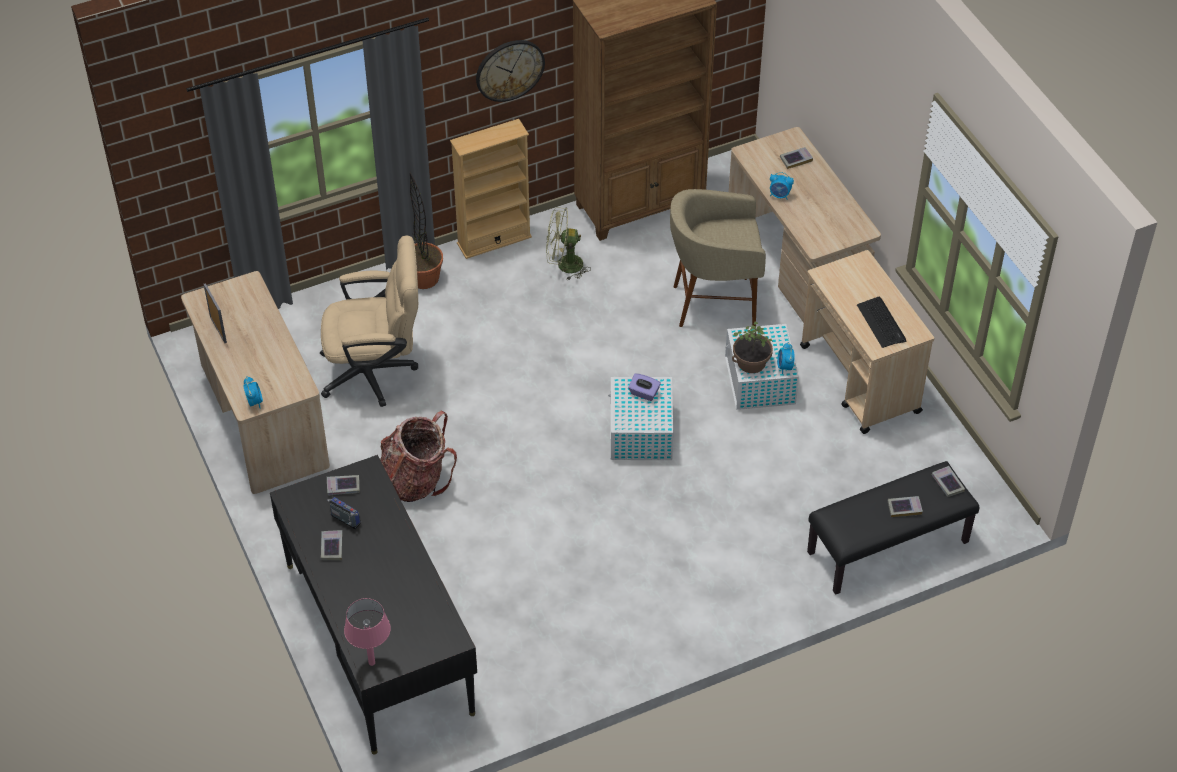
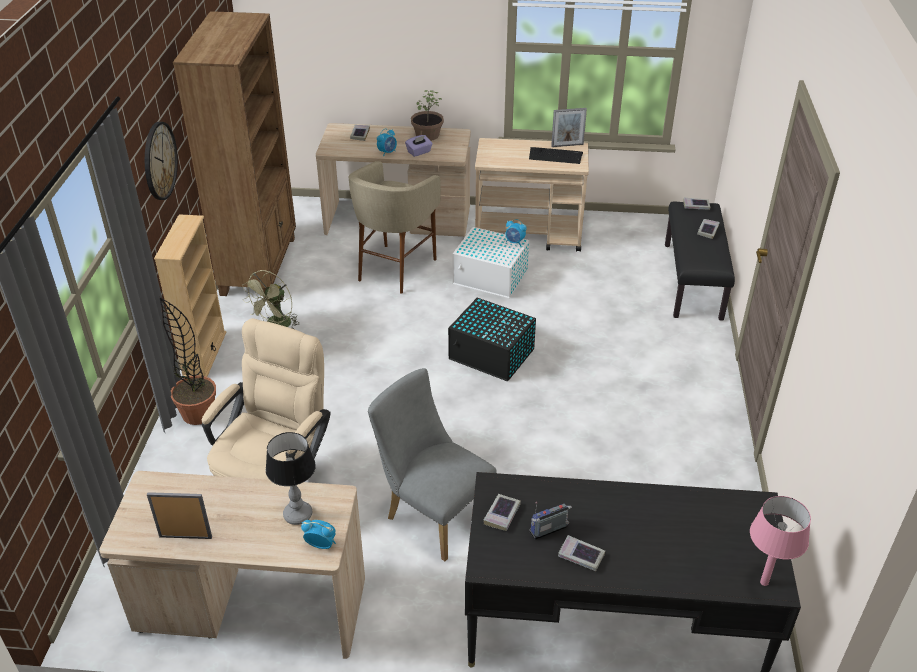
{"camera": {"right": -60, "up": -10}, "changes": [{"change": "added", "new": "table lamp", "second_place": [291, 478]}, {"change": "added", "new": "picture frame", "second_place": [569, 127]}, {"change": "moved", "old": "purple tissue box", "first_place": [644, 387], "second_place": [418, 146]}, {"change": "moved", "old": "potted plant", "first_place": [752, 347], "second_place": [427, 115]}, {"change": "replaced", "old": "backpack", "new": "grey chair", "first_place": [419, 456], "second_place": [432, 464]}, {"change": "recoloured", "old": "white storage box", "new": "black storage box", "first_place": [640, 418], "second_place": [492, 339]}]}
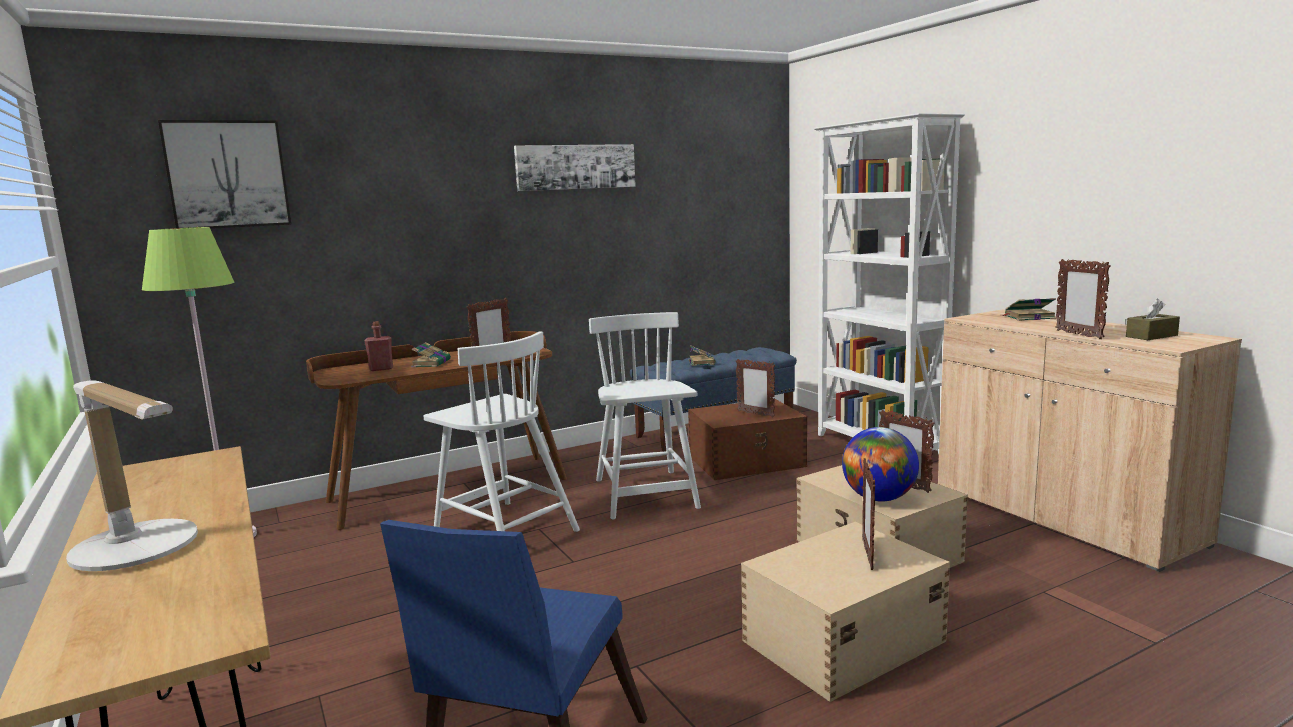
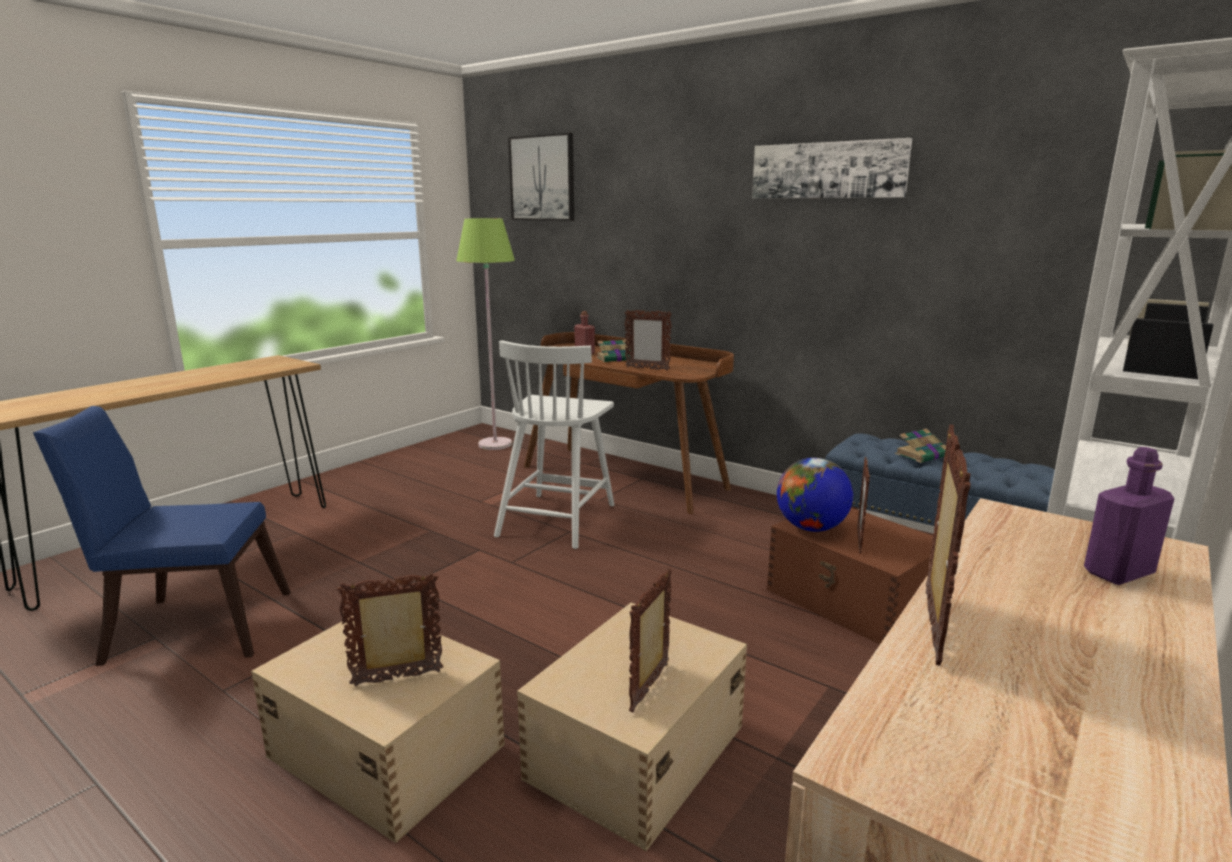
{"camera": {"right": 65, "up": 5}, "changes": [{"change": "removed", "old": "table lamp", "first_place": [132, 475]}, {"change": "removed", "old": "white chair", "first_place": [645, 415]}, {"change": "removed", "old": "brown tissue box", "first_place": [1153, 319]}, {"change": "moved", "old": "globe", "first_place": [880, 464], "second_place": [815, 495]}, {"change": "replaced", "old": "book", "new": "purple bottle", "first_place": [1029, 309], "second_place": [1129, 516]}, {"change": "turned", "old": "picture frame", "first_place": [1083, 299], "second_place": [948, 545], "degrees": 150}]}
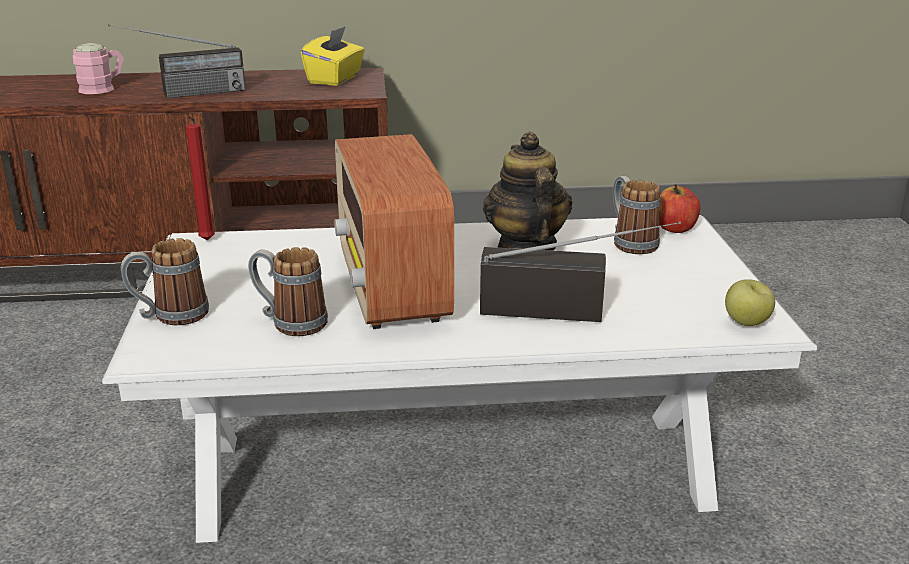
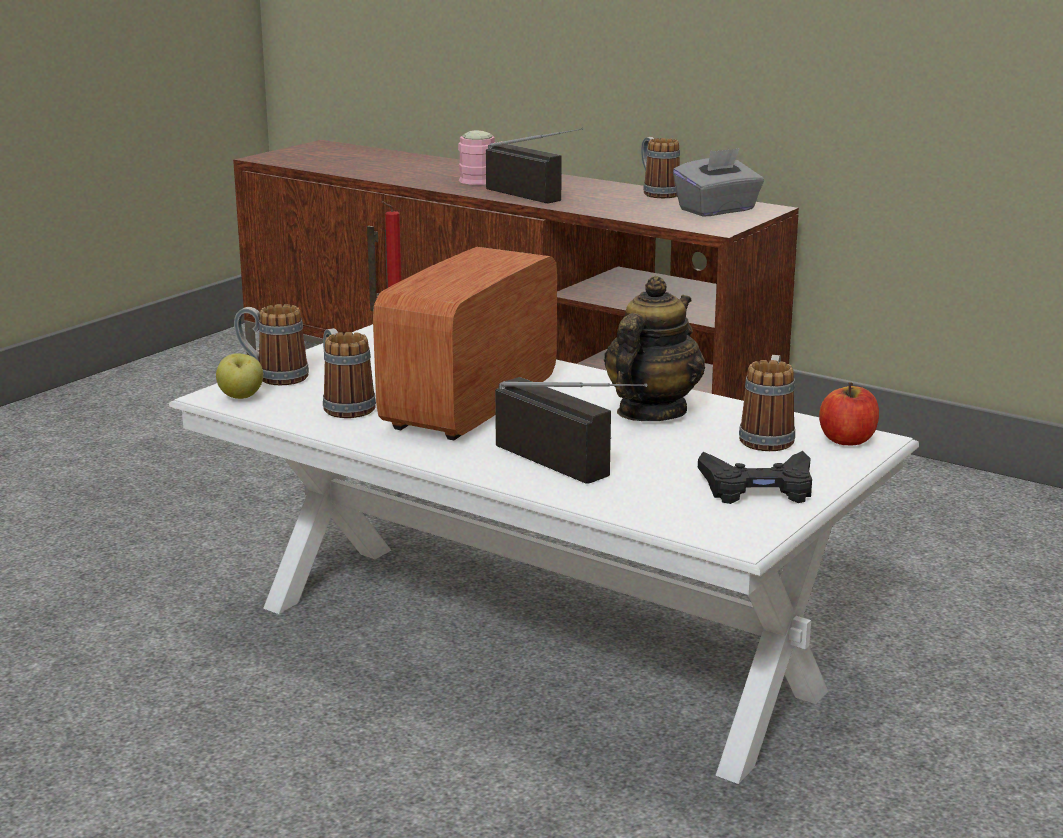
{"camera": {"right": 40, "up": -5}, "changes": [{"change": "added", "new": "mug", "second_place": [660, 167]}, {"change": "added", "new": "black game controller", "second_place": [755, 477]}, {"change": "moved", "old": "apple", "first_place": [750, 302], "second_place": [239, 376]}, {"change": "recoloured", "old": "yellow tissue box", "new": "grey tissue box", "first_place": [333, 56], "second_place": [718, 182]}, {"change": "turned", "old": "radio", "first_place": [177, 61], "second_place": [535, 165], "degrees": -150}]}
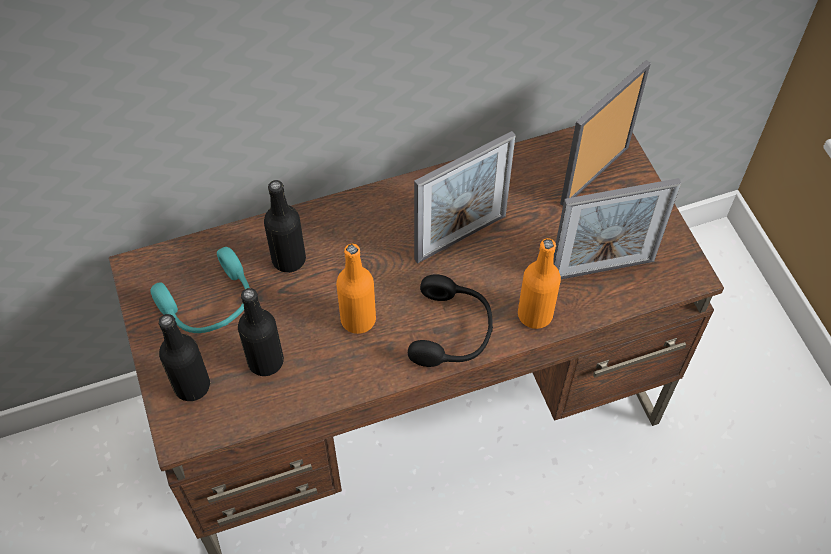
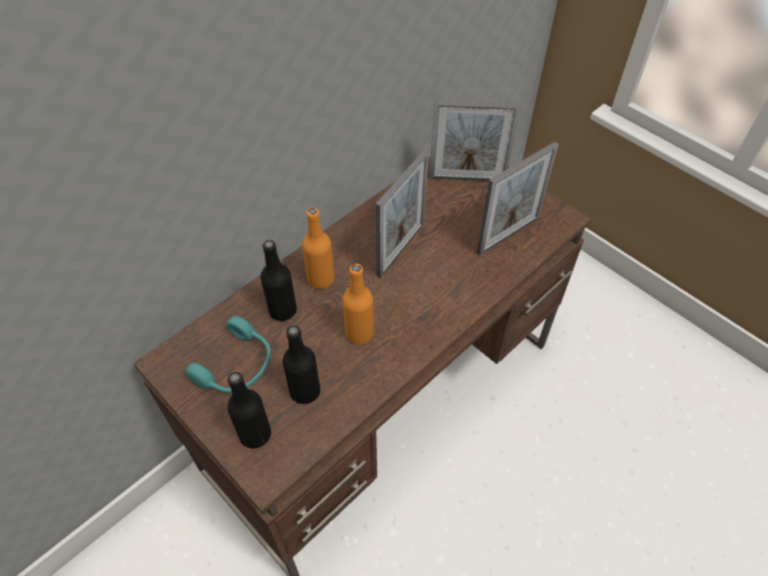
{"camera": {"right": -25, "up": -5}, "changes": [{"change": "removed", "old": "black headphones", "first_place": [450, 320]}, {"change": "moved", "old": "orange bottle", "first_place": [539, 283], "second_place": [318, 248]}, {"change": "turned", "old": "picture frame", "first_place": [605, 133], "second_place": [474, 140], "degrees": -105}]}
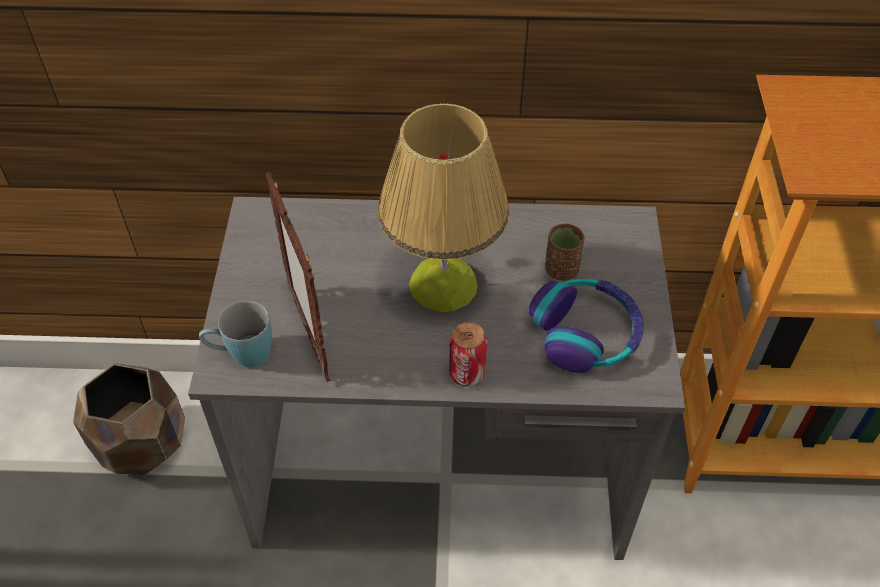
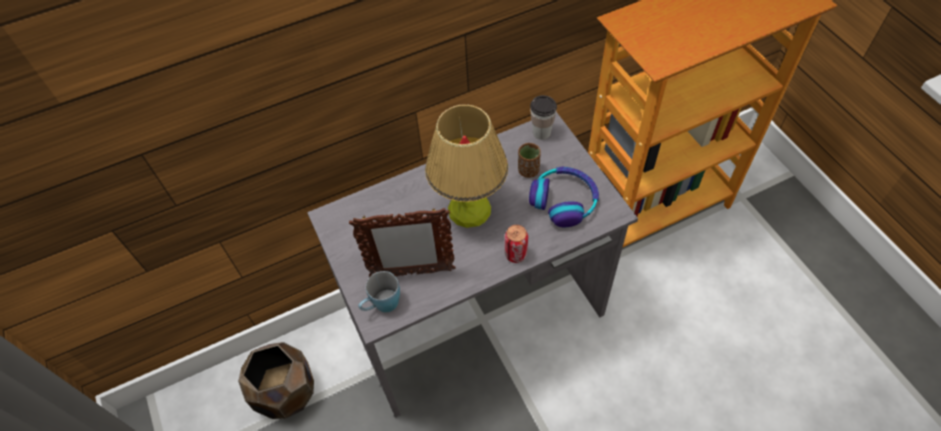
{"camera": {"right": -25, "up": 5}, "changes": [{"change": "added", "new": "cup", "second_place": [543, 117]}, {"change": "turned", "old": "picture frame", "first_place": [298, 277], "second_place": [402, 242], "degrees": -45}]}
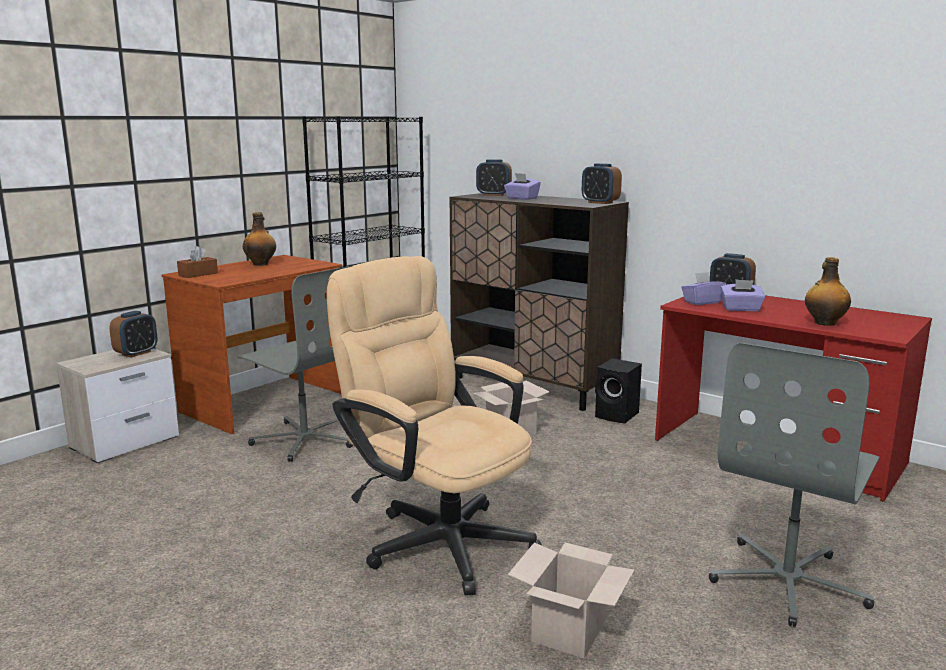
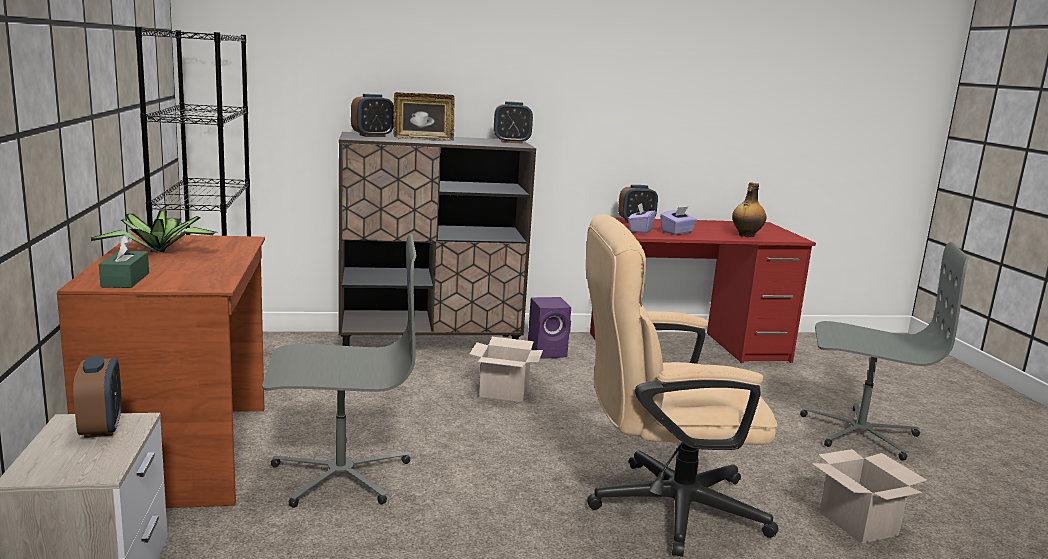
{"camera": {"right": -50, "up": 0}, "changes": [{"change": "replaced", "old": "bottle", "new": "potted plant", "first_place": [259, 239], "second_place": [154, 232]}, {"change": "replaced", "old": "purple tissue box", "new": "picture frame", "first_place": [522, 186], "second_place": [424, 116]}, {"change": "recoloured", "old": "brown tissue box", "new": "green tissue box", "first_place": [197, 262], "second_place": [124, 261]}, {"change": "recoloured", "old": "black speaker", "new": "purple speaker", "first_place": [618, 390], "second_place": [549, 327]}, {"change": "turned", "old": "grey office chair", "first_place": [794, 485], "second_place": [884, 351], "degrees": -60}]}
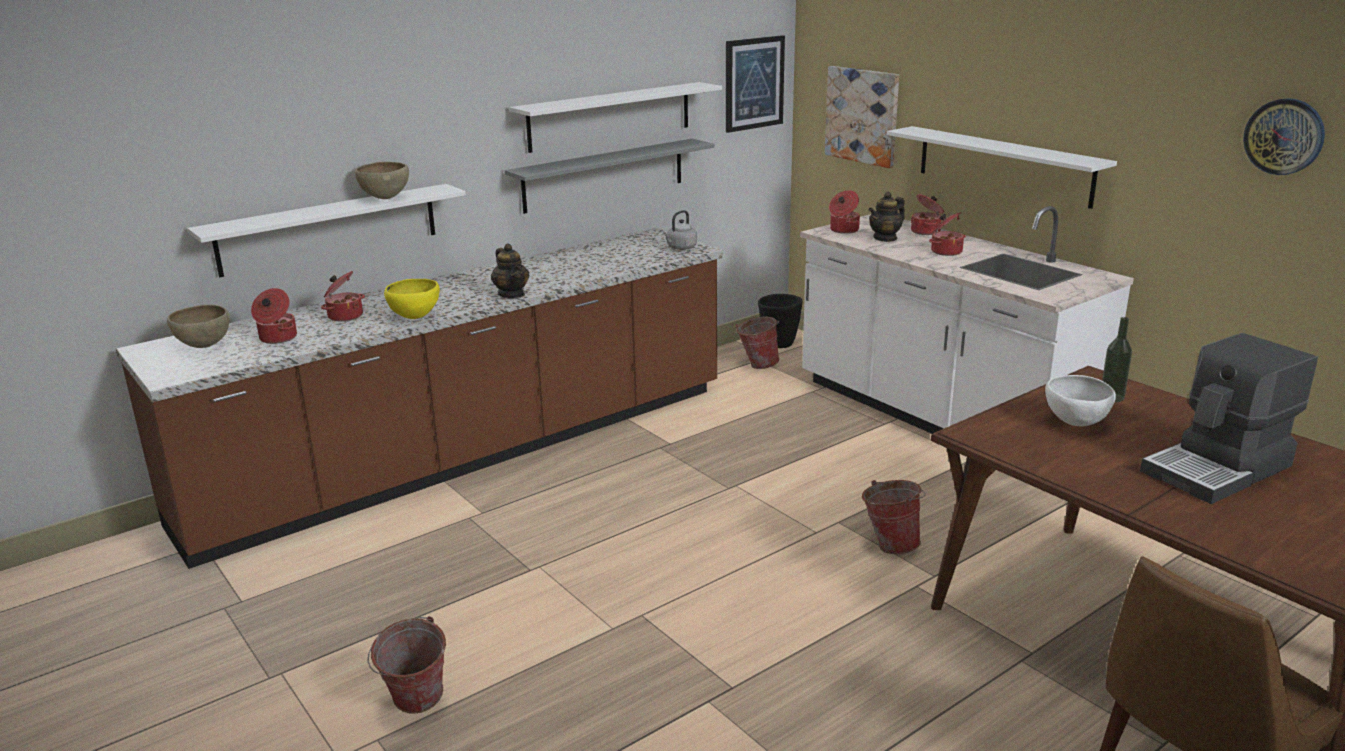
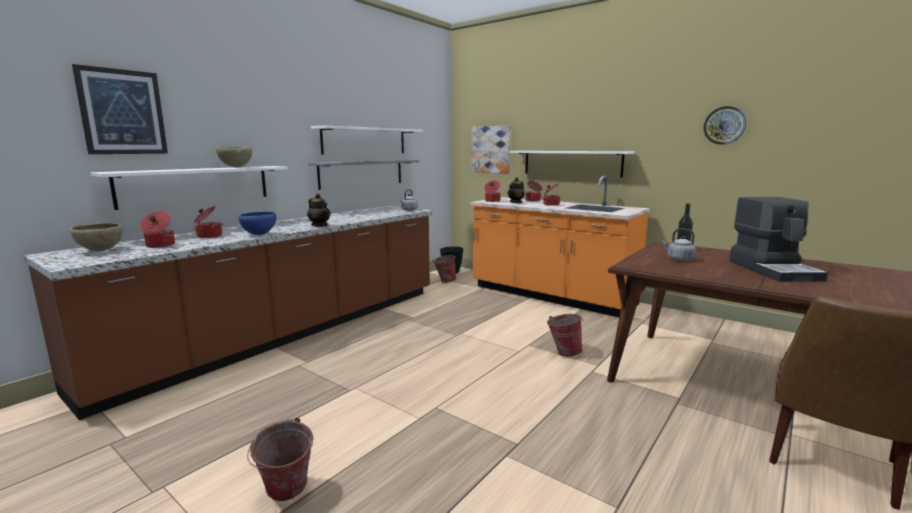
{"camera": {"right": -15, "up": -10}, "changes": [{"change": "moved", "old": "picture", "first_place": [755, 84], "second_place": [120, 109]}, {"change": "replaced", "old": "white bowl", "new": "grey kettle", "first_place": [1080, 400], "second_place": [679, 245]}, {"change": "recoloured", "old": "yellow bowl", "new": "blue bowl", "first_place": [412, 299], "second_place": [258, 223]}, {"change": "recoloured", "old": "white counter", "new": "orange counter", "first_place": [967, 320], "second_place": [560, 246]}, {"change": "turned", "old": "coffee machine", "first_place": [1229, 418], "second_place": [778, 239], "degrees": -45}]}
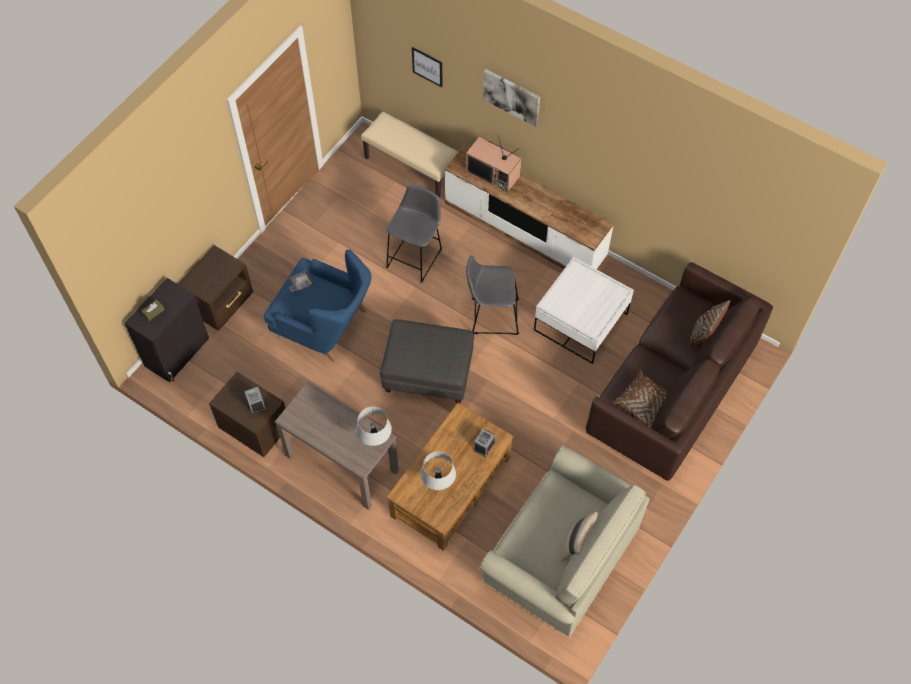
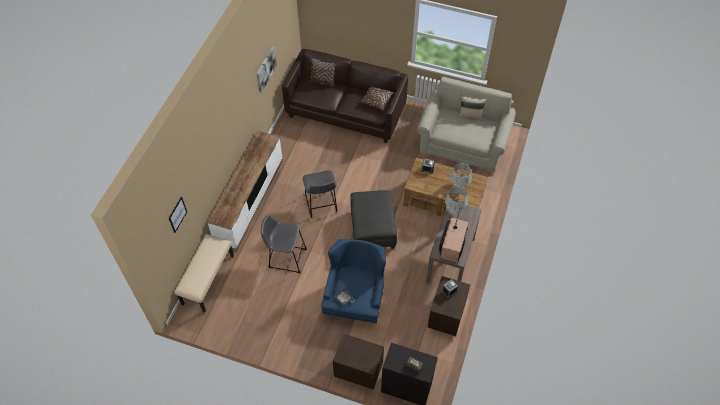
{"camera": {"right": -105, "up": -5}, "changes": [{"change": "removed", "old": "white coffee table", "first_place": [584, 310]}, {"change": "moved", "old": "television", "first_place": [494, 163], "second_place": [454, 235]}, {"change": "moved", "old": "picture", "first_place": [511, 98], "second_place": [266, 69]}]}
